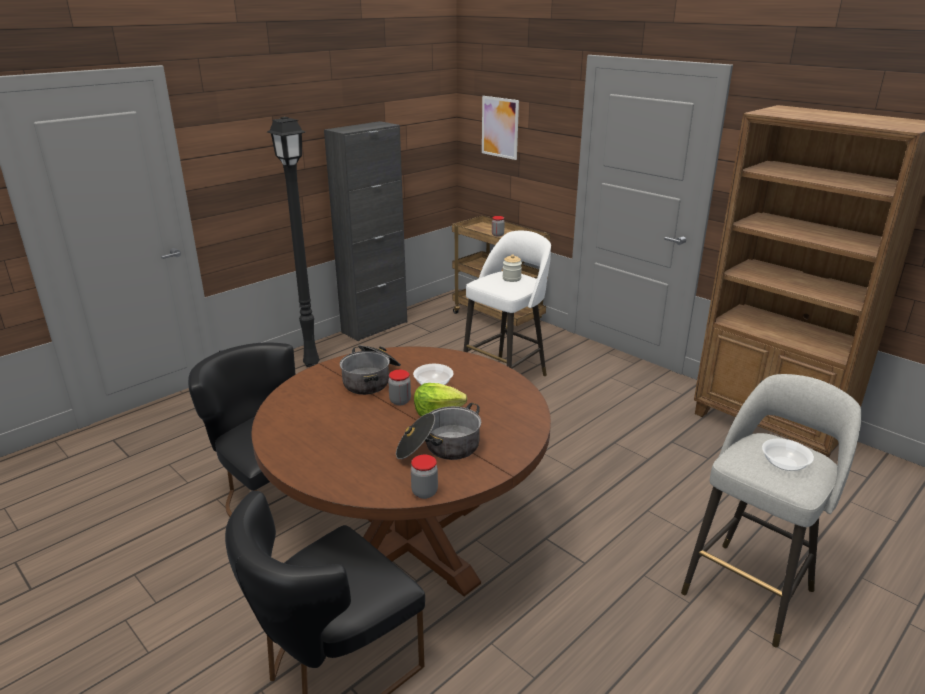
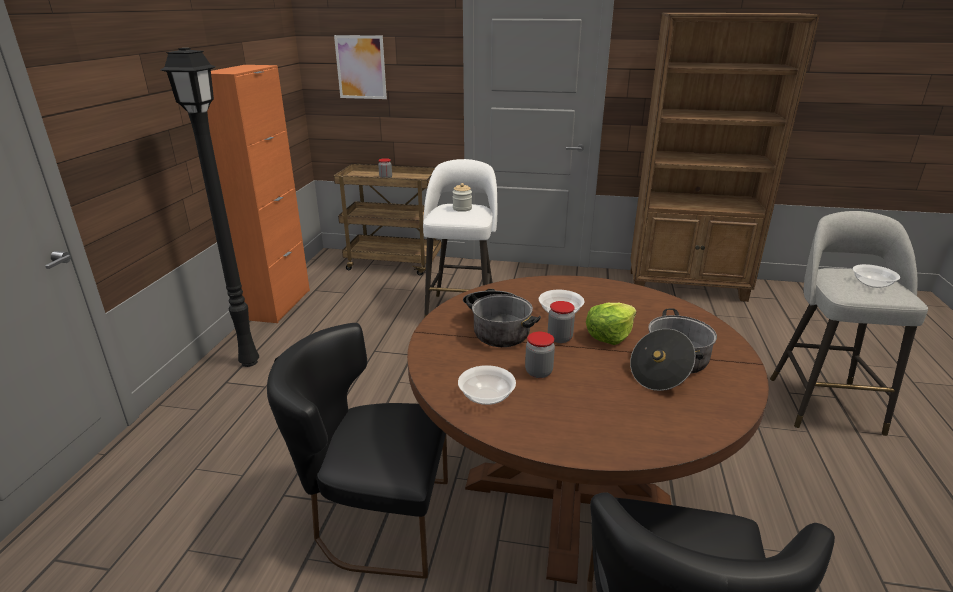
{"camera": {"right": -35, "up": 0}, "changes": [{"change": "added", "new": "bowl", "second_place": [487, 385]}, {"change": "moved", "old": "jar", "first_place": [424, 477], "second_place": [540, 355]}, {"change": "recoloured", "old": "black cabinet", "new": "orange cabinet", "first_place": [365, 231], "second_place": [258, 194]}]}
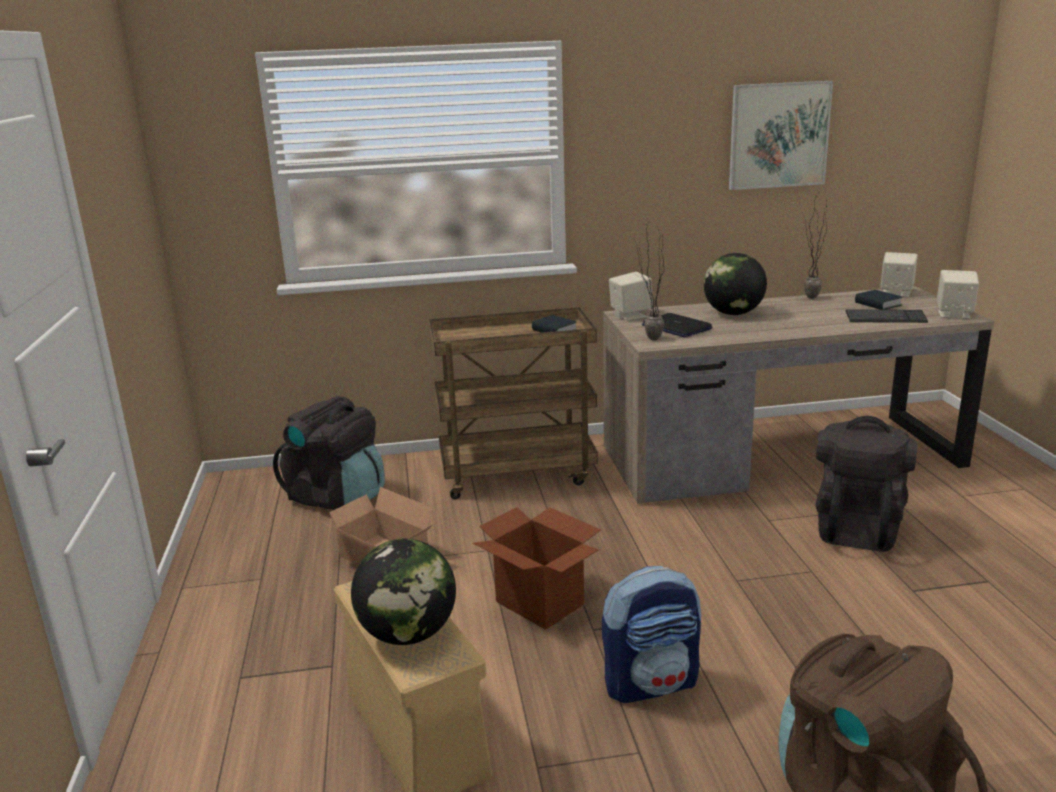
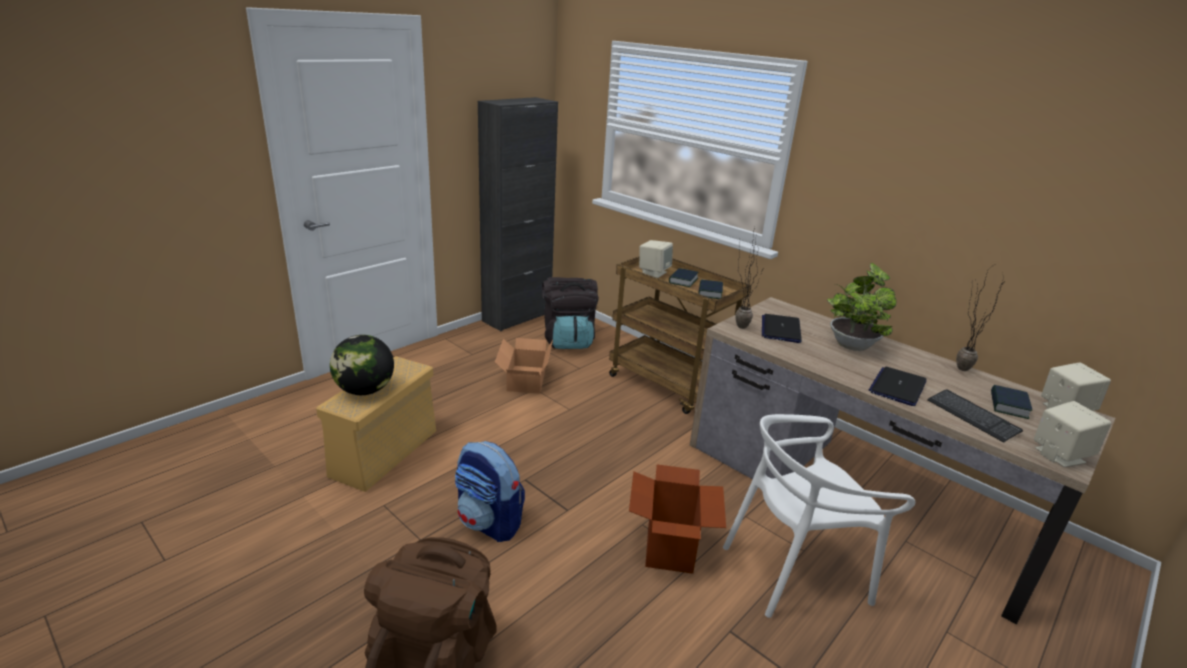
{"camera": {"right": 50, "up": 5}, "changes": [{"change": "removed", "old": "picture", "first_place": [781, 135]}, {"change": "added", "new": "black cabinet", "second_place": [518, 214]}, {"change": "added", "new": "book", "second_place": [683, 277]}, {"change": "added", "new": "laptop", "second_place": [897, 386]}, {"change": "moved", "old": "cardboard box", "first_place": [537, 568], "second_place": [677, 519]}, {"change": "moved", "old": "beige speaker", "first_place": [631, 296], "second_place": [656, 259]}, {"change": "replaced", "old": "globe", "new": "potted plant", "first_place": [735, 284], "second_place": [862, 307]}, {"change": "replaced", "old": "black backpack", "new": "white chair", "first_place": [866, 484], "second_place": [819, 516]}]}
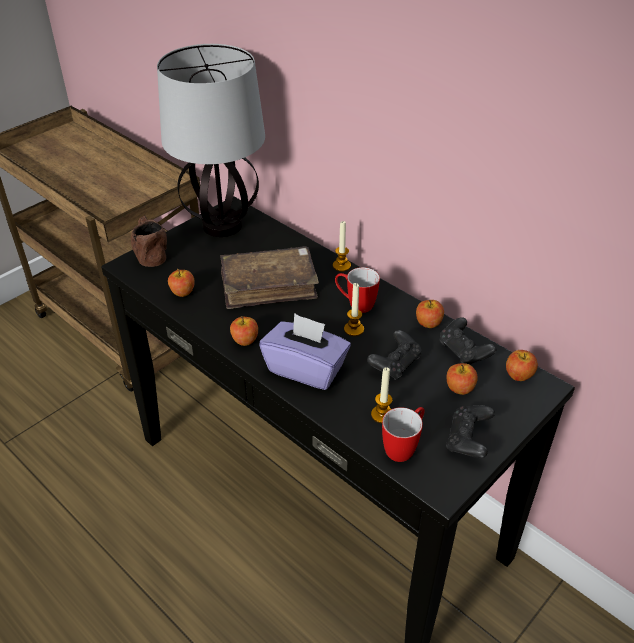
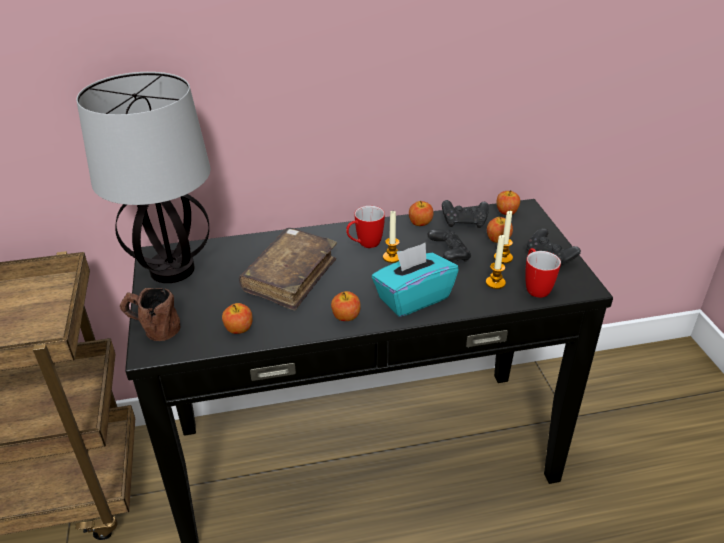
{"camera": {"right": -55, "up": -5}, "changes": [{"change": "moved", "old": "candle", "first_place": [342, 246], "second_place": [503, 237]}, {"change": "recoloured", "old": "purple tissue box", "new": "turquoise tissue box", "first_place": [305, 351], "second_place": [415, 280]}]}
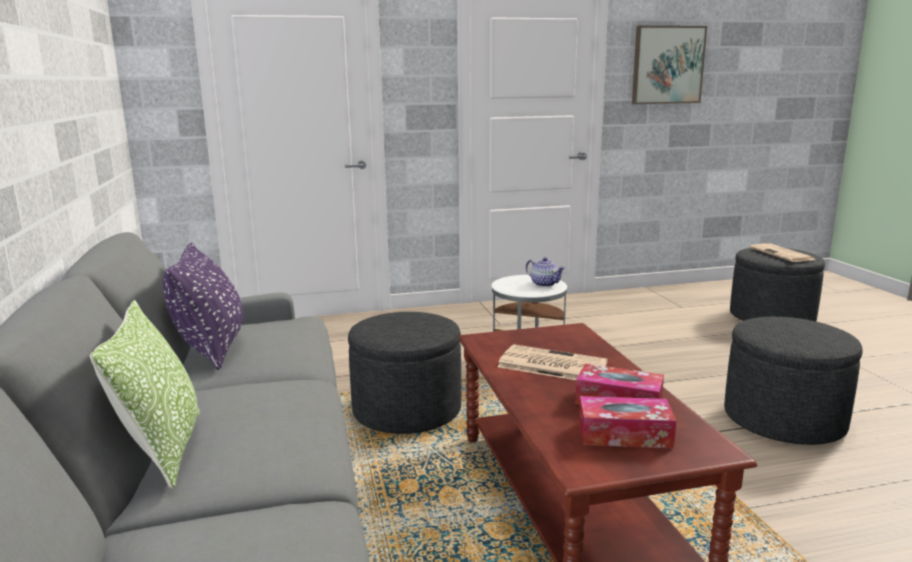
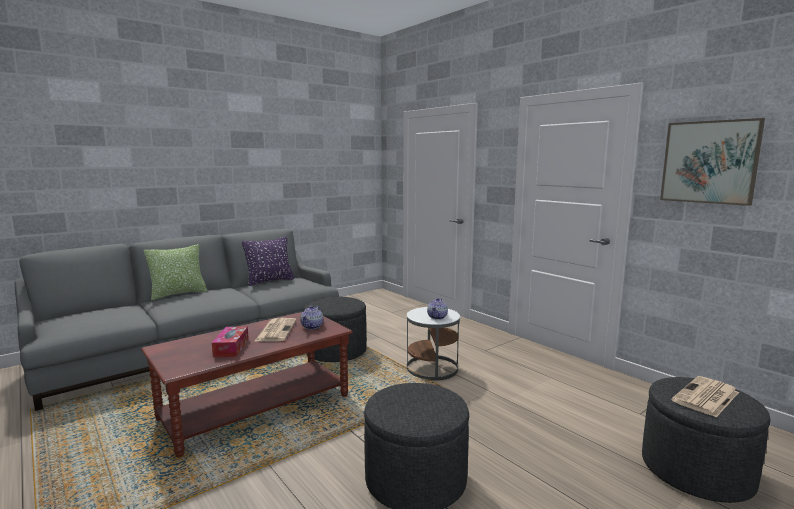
{"camera": {"right": 65, "up": -5}, "changes": [{"change": "removed", "old": "tissue box", "first_place": [628, 422]}, {"change": "added", "new": "teapot", "second_place": [311, 318]}]}
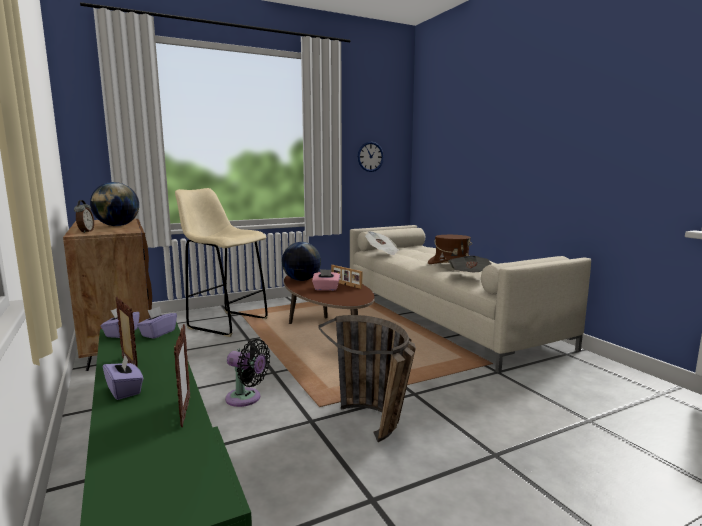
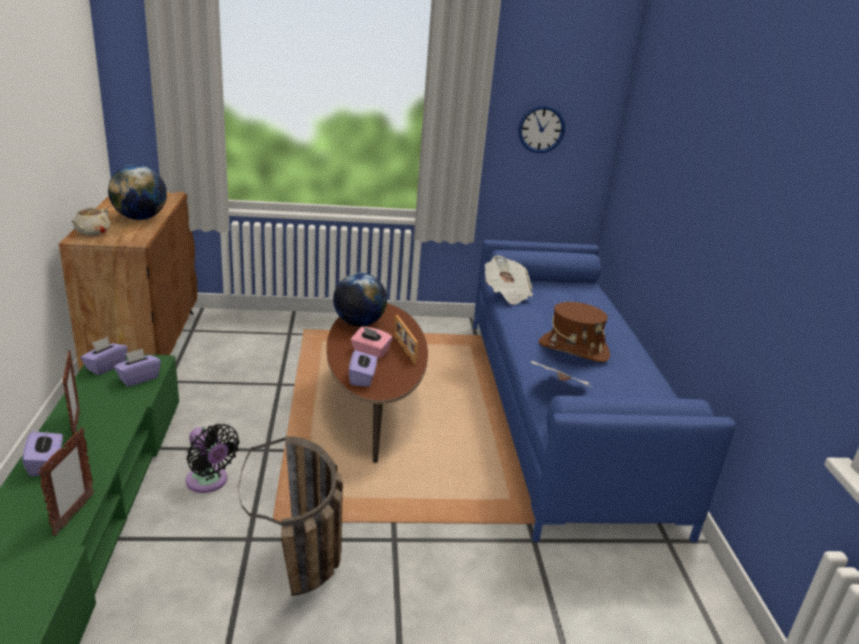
{"camera": {"right": 20, "up": 15}, "changes": [{"change": "removed", "old": "beige stool", "first_place": [221, 262]}, {"change": "added", "new": "purple tissue box", "second_place": [363, 368]}, {"change": "replaced", "old": "alarm clock", "new": "beige teapot", "first_place": [84, 216], "second_place": [90, 221]}, {"change": "recoloured", "old": "beige sofa", "new": "blue sofa", "first_place": [470, 299], "second_place": [604, 391]}]}
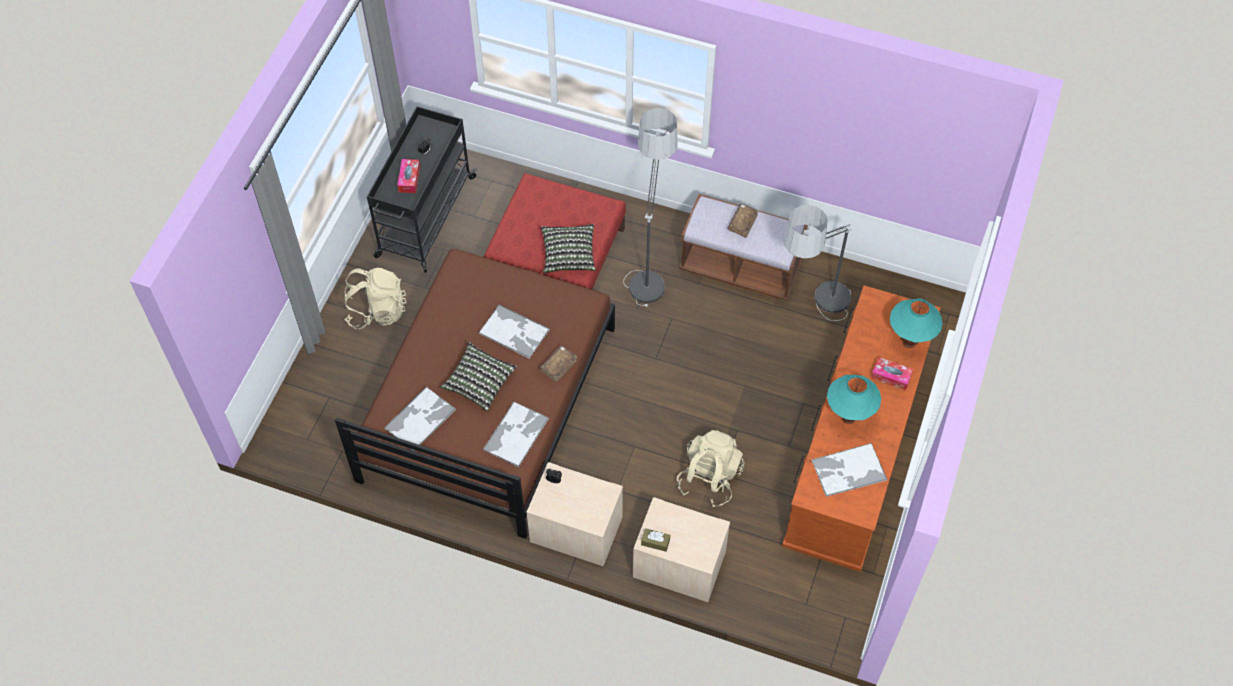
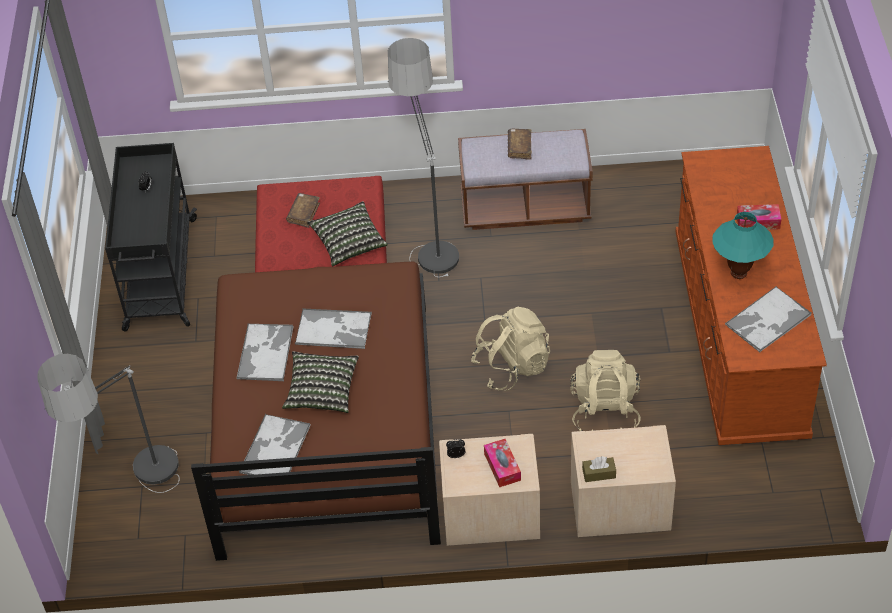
{"camera": {"right": -20, "up": -10}, "changes": [{"change": "removed", "old": "turquoise table lamp", "first_place": [916, 323]}, {"change": "moved", "old": "beige backpack", "first_place": [376, 298], "second_place": [510, 348]}, {"change": "moved", "old": "tissue box", "first_place": [408, 176], "second_place": [502, 463]}, {"change": "moved", "old": "tray", "first_place": [516, 434], "second_place": [265, 352]}, {"change": "moved", "old": "brown book", "first_place": [558, 364], "second_place": [303, 210]}, {"change": "moved", "old": "floor lamp", "first_place": [818, 263], "second_place": [108, 423]}]}
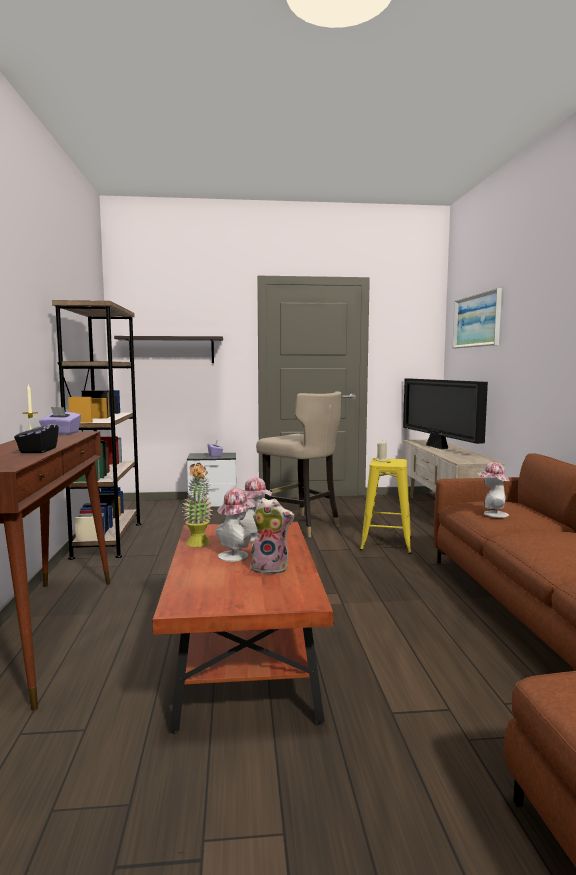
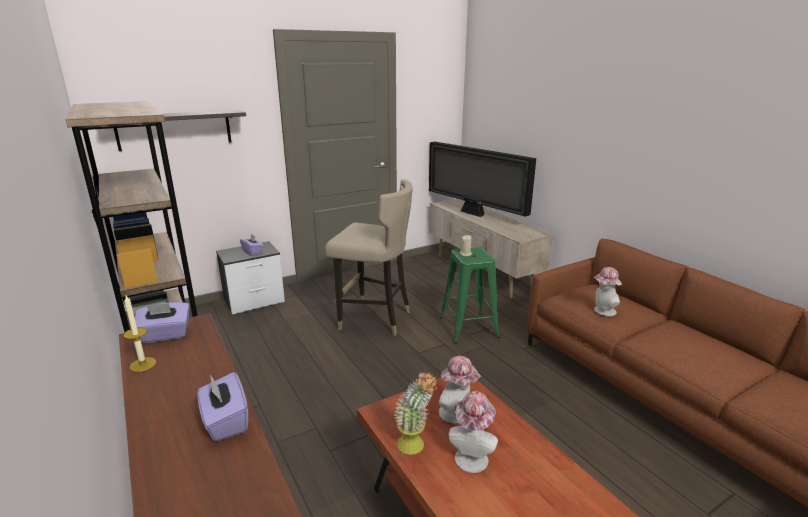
{"camera": {"right": -25, "up": 15}, "changes": [{"change": "removed", "old": "plush toy", "first_place": [272, 536]}, {"change": "removed", "old": "picture", "first_place": [477, 318]}, {"change": "recoloured", "old": "black tissue box", "new": "purple tissue box", "first_place": [36, 435], "second_place": [222, 407]}, {"change": "recoloured", "old": "yellow stool", "new": "green stool", "first_place": [386, 506], "second_place": [470, 295]}]}
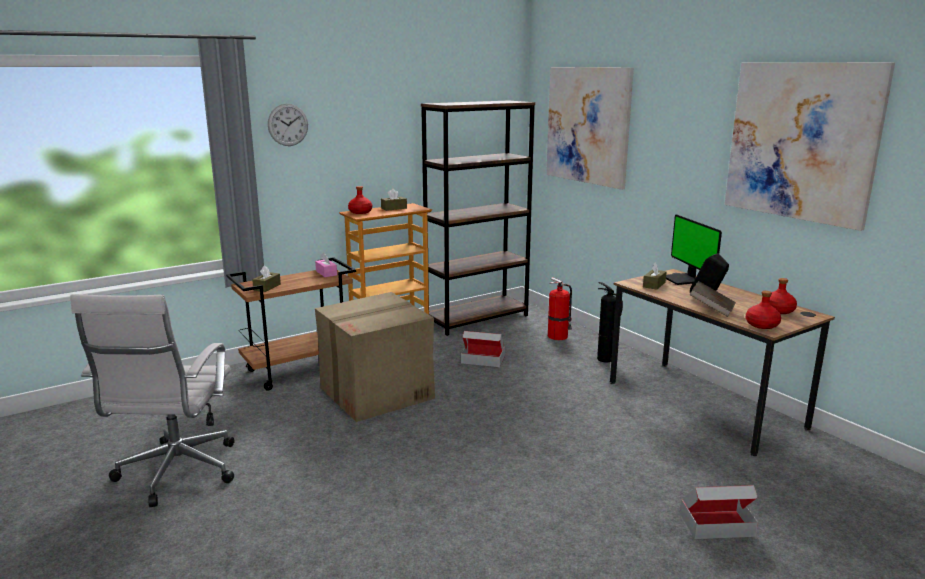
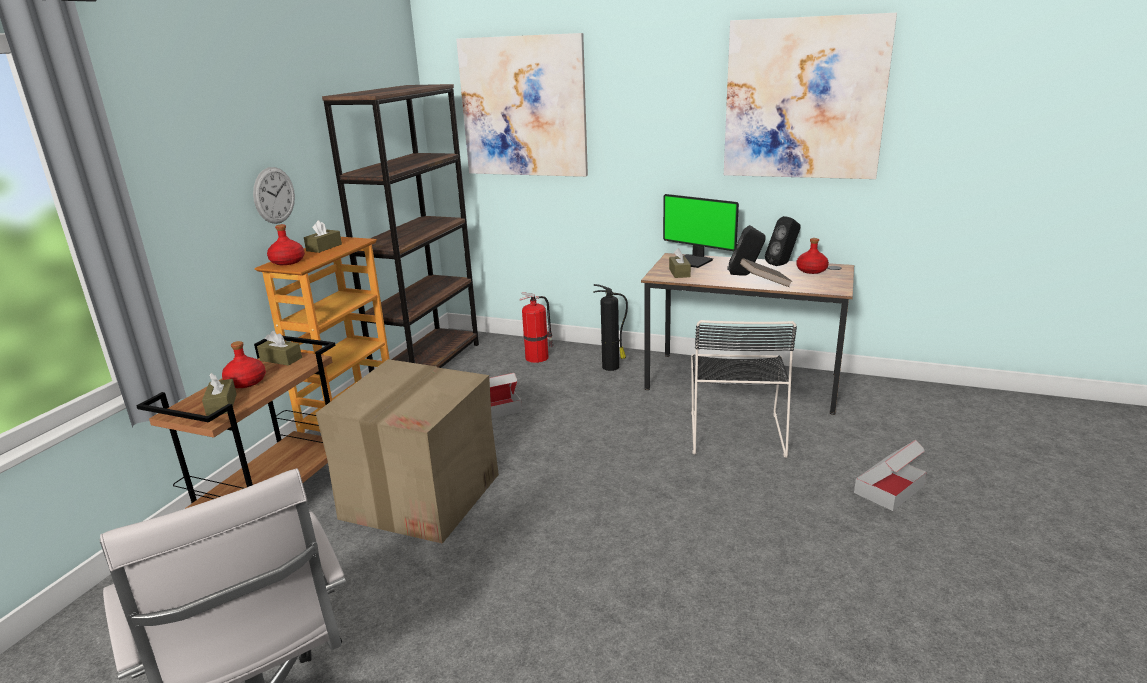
{"camera": {"right": -35, "up": 5}, "changes": [{"change": "added", "new": "black chair", "second_place": [744, 389]}, {"change": "added", "new": "black speaker", "second_place": [783, 241]}, {"change": "moved", "old": "wall clock", "first_place": [288, 124], "second_place": [274, 195]}, {"change": "moved", "old": "red bottle", "first_place": [763, 310], "second_place": [244, 364]}, {"change": "recoloured", "old": "pink tissue box", "new": "brown tissue box", "first_place": [326, 265], "second_place": [279, 348]}]}
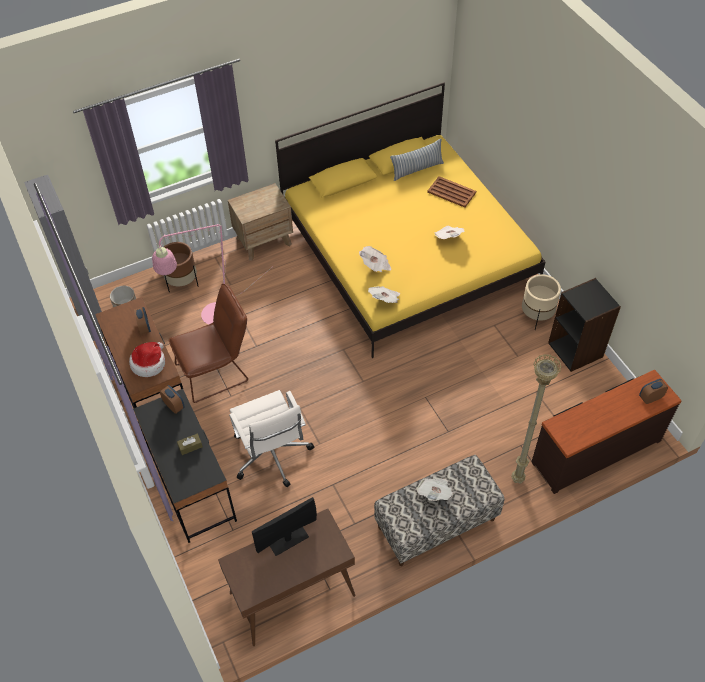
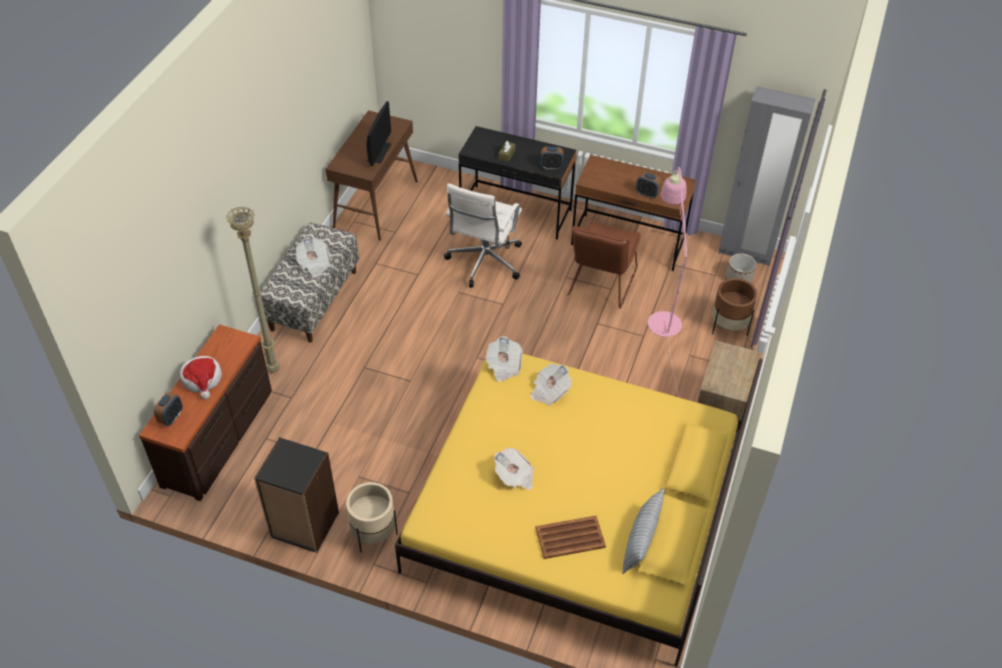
{"camera": {"right": 135, "up": -5}, "changes": [{"change": "moved", "old": "hat", "first_place": [147, 359], "second_place": [201, 378]}, {"change": "turned", "old": "white office chair", "first_place": [271, 438], "second_place": [483, 235], "degrees": -90}]}
